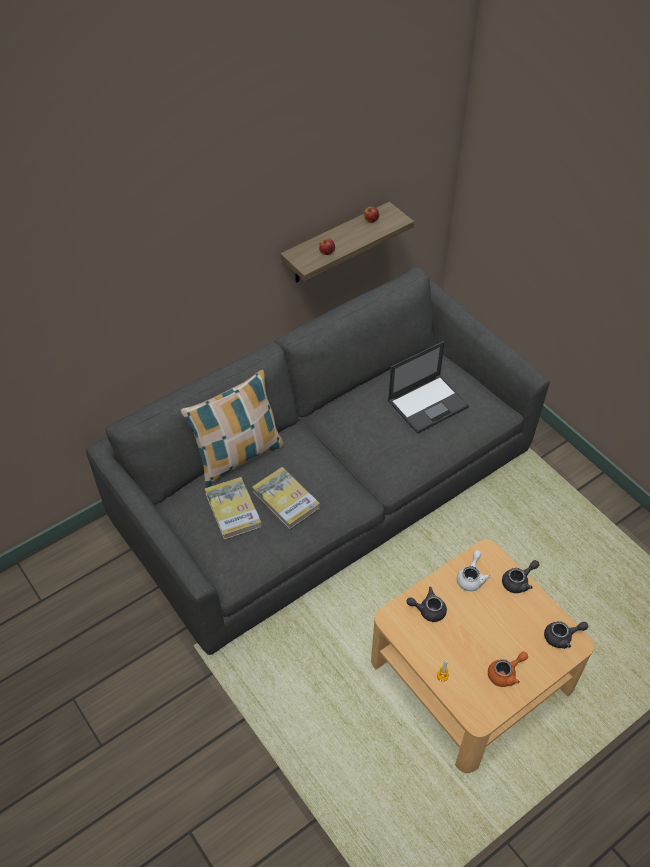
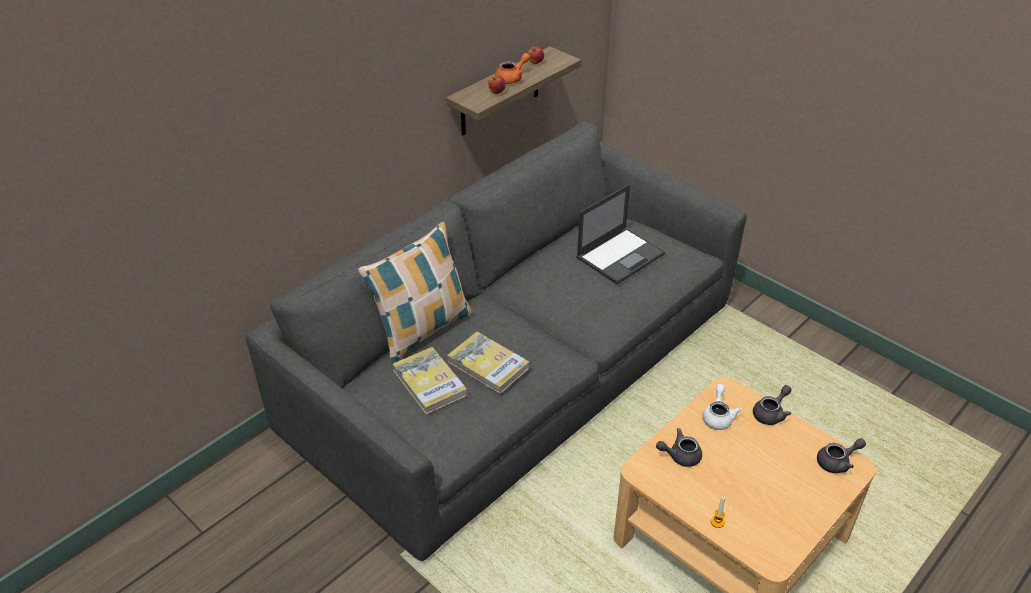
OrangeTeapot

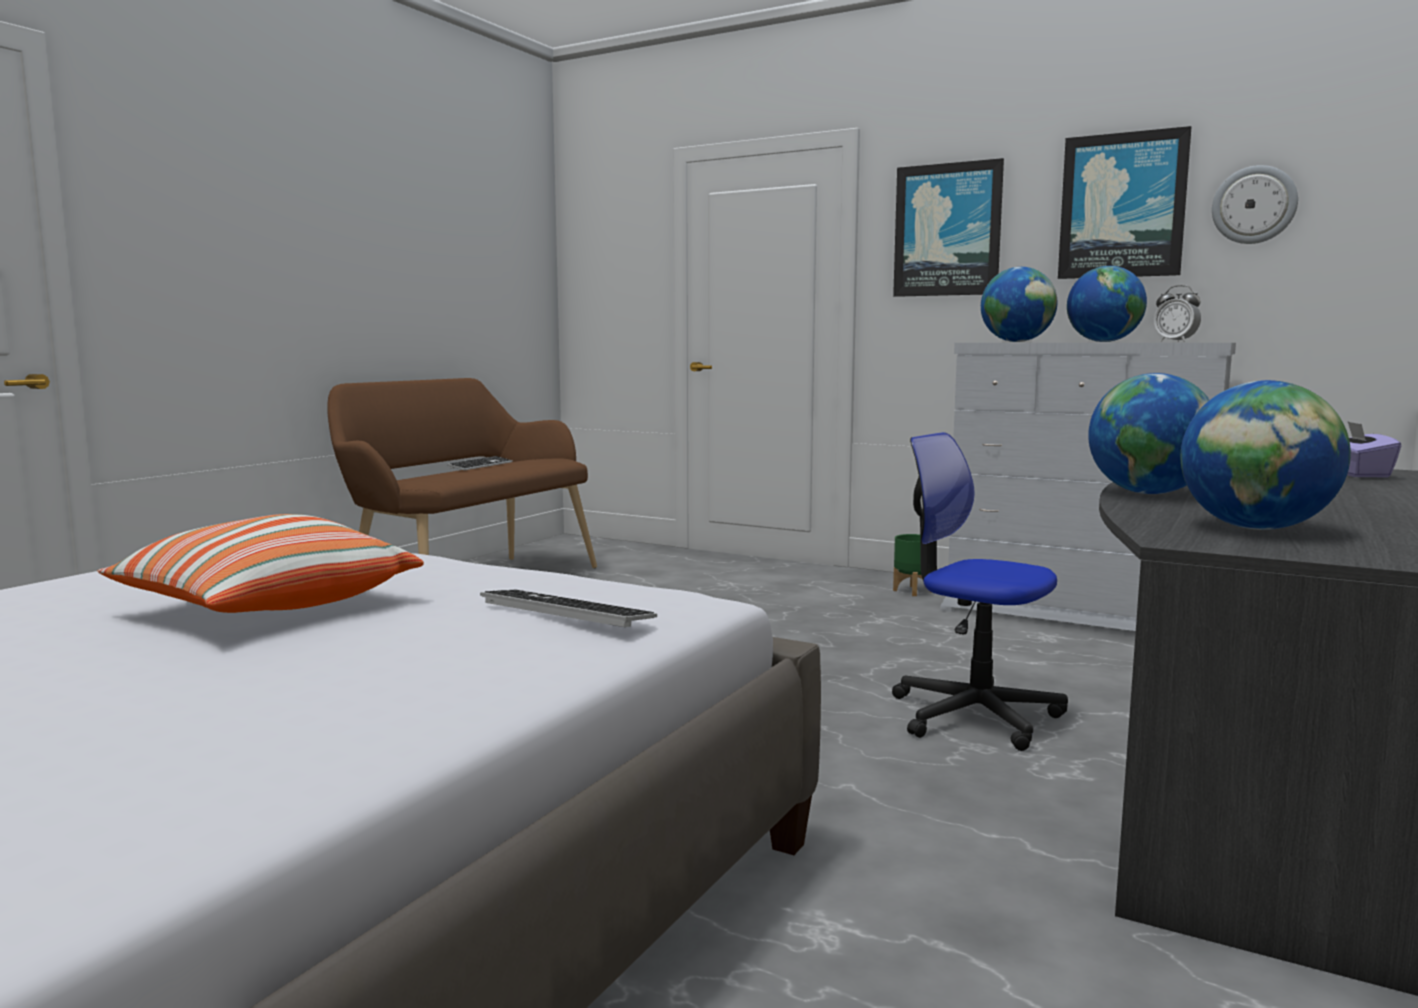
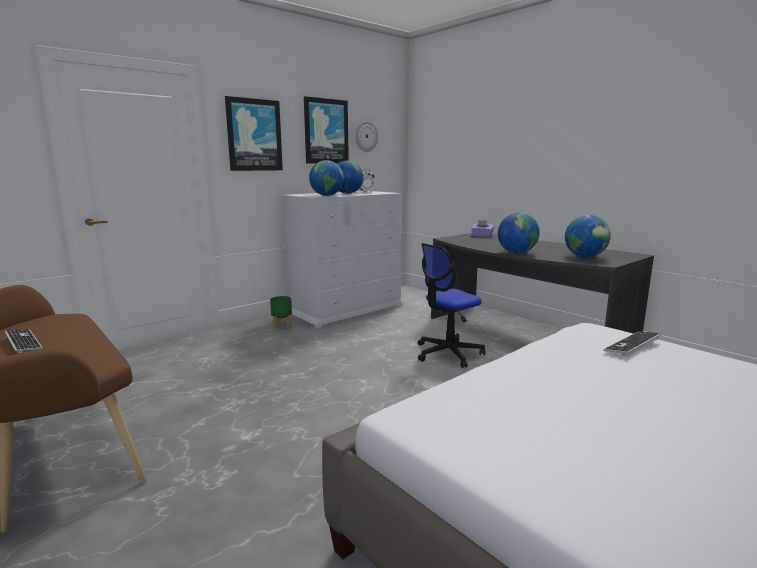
ThrowPillow

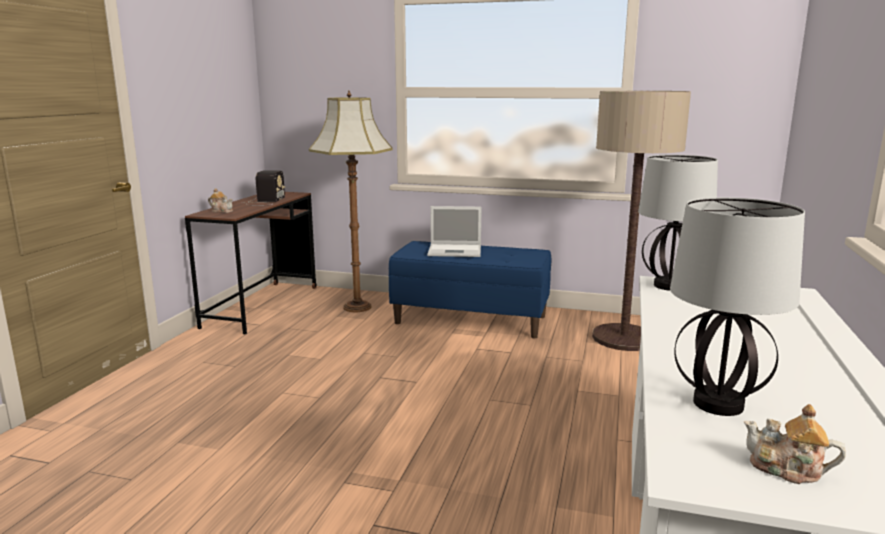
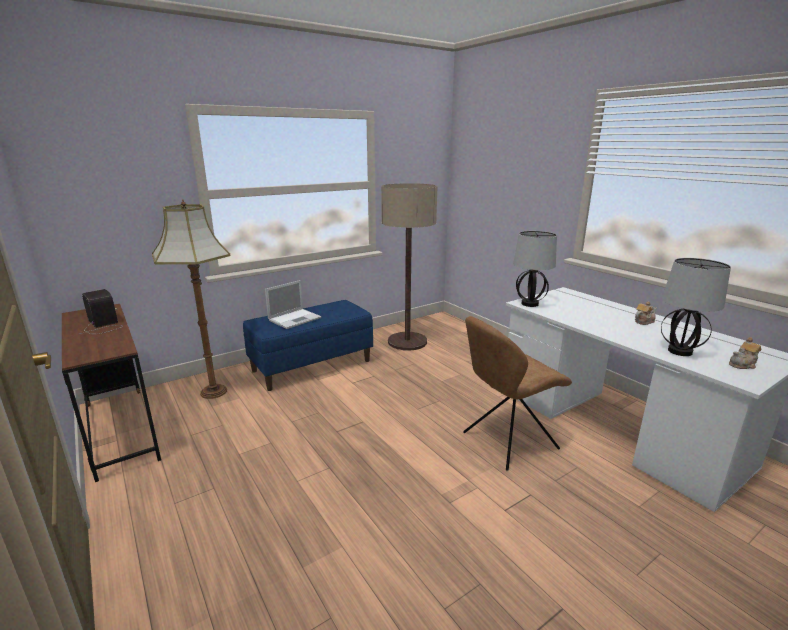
BrownishChair
Teapot (no. 1 from left)

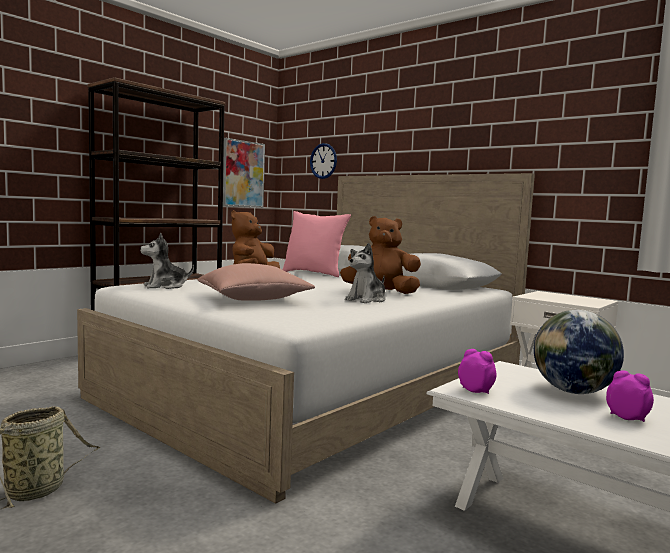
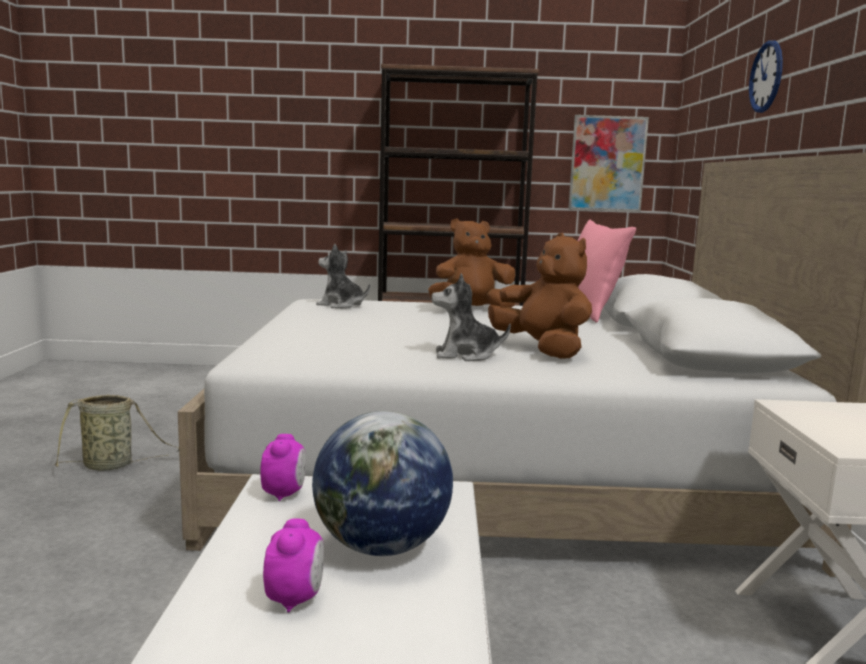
ClockOnTheWall
PinkThrowPillow (no. 1 from left in the first image)

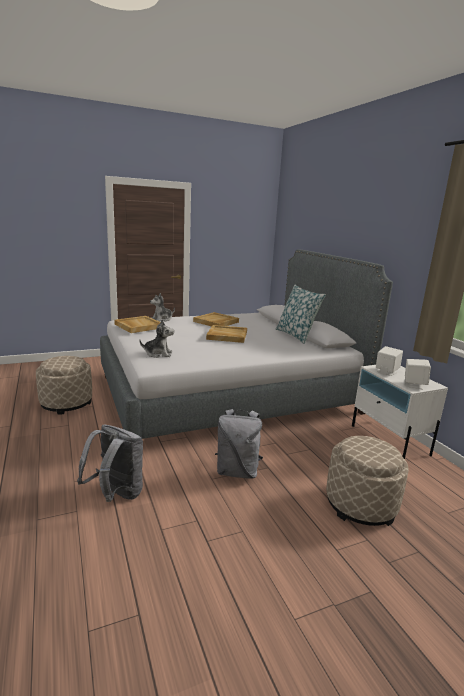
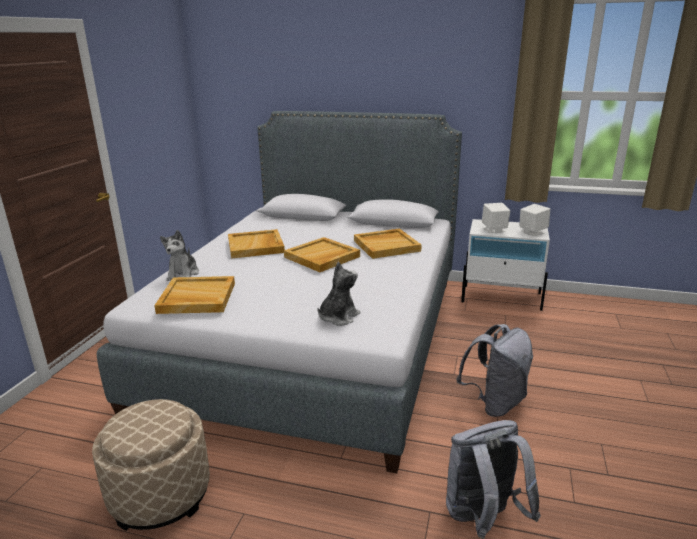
BeigeColouredCarryingTray (no. 4 from left)
ThrowPillow
BeigeColouredOttoman (no. 2 from left in the first image)

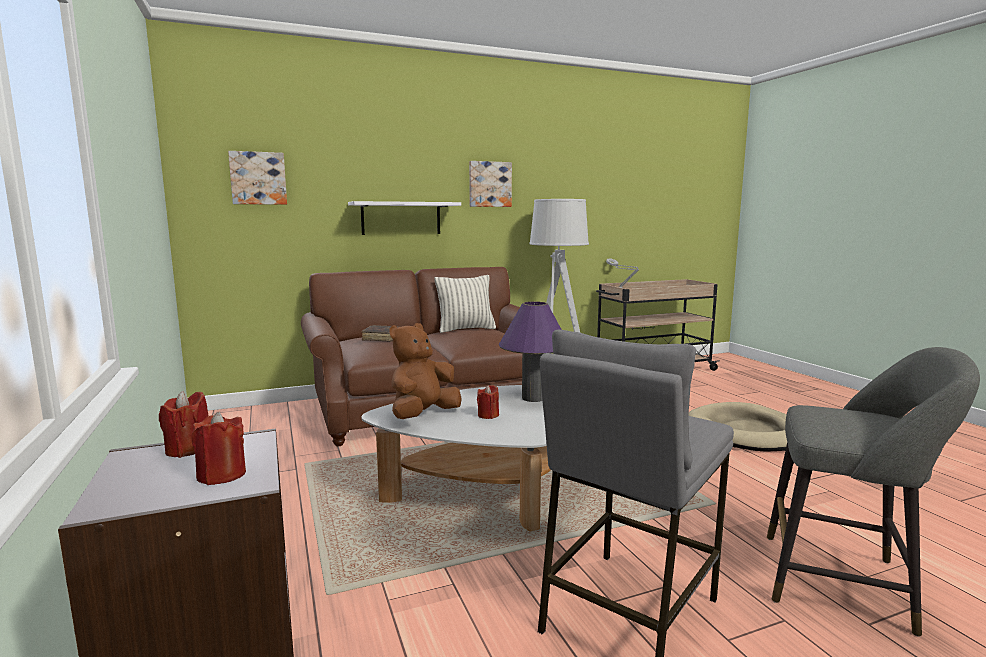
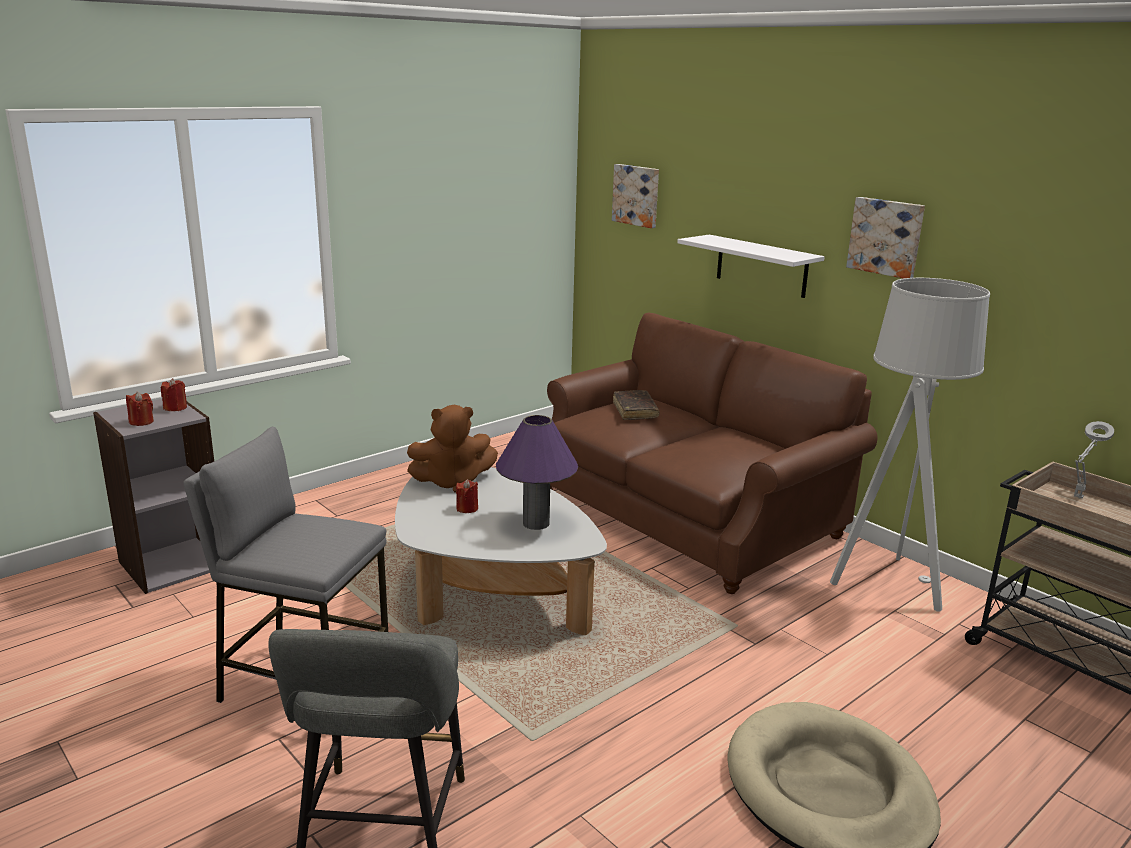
BrownishCuddlyToy
ThrowPillow

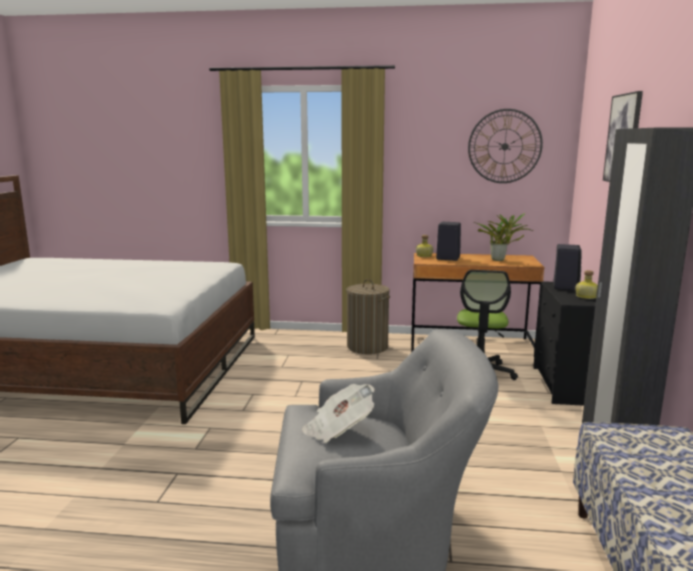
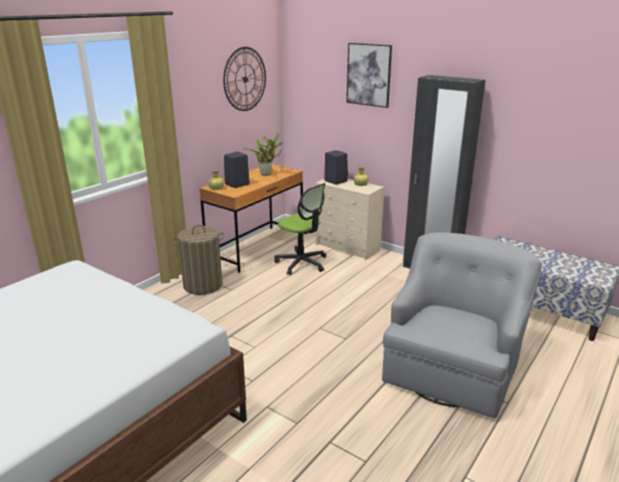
BeigeColouredDrawerChest
Newspaper

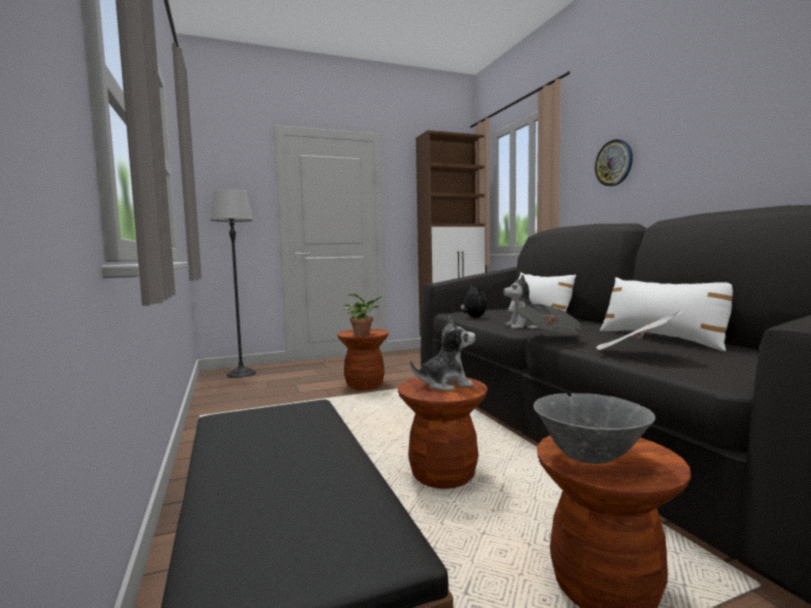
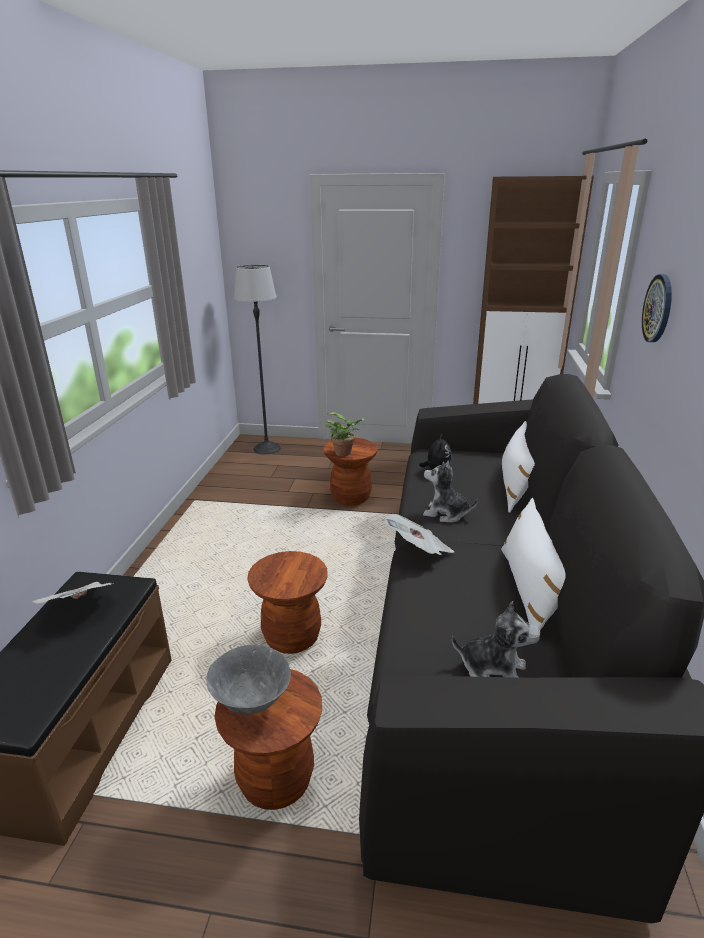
Newspaper (no. 1 from left)
CuddlyToy (no. 3 from left)

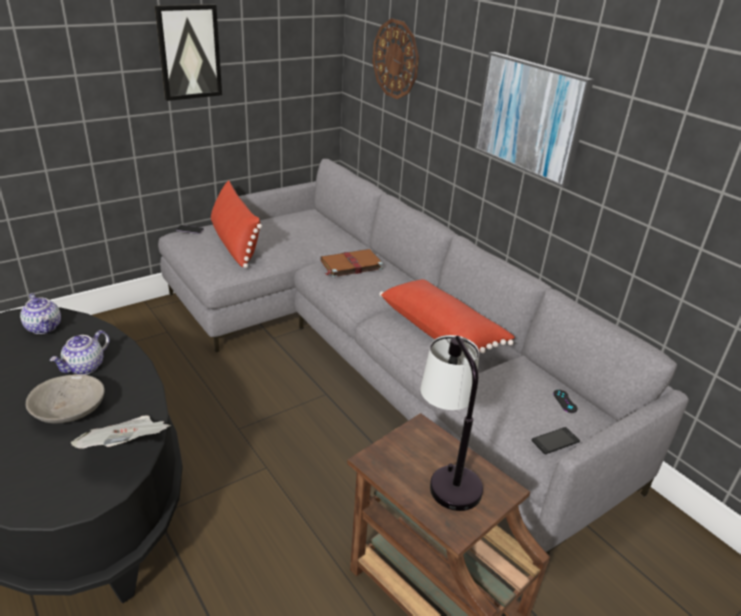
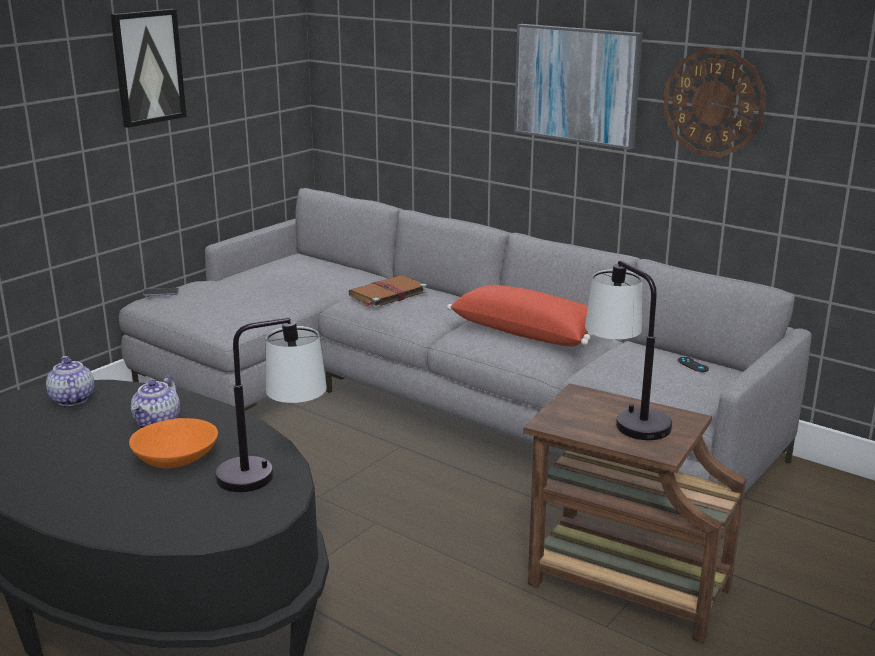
Teapot (no. 1 from left)
OrangeServingBowl
TableLamp (no. 1 from left)
ClockOnTheWall
RedColouredThrowPillow (no. 1 from left in the first image)
Phone (no. 2 from left in the first image)

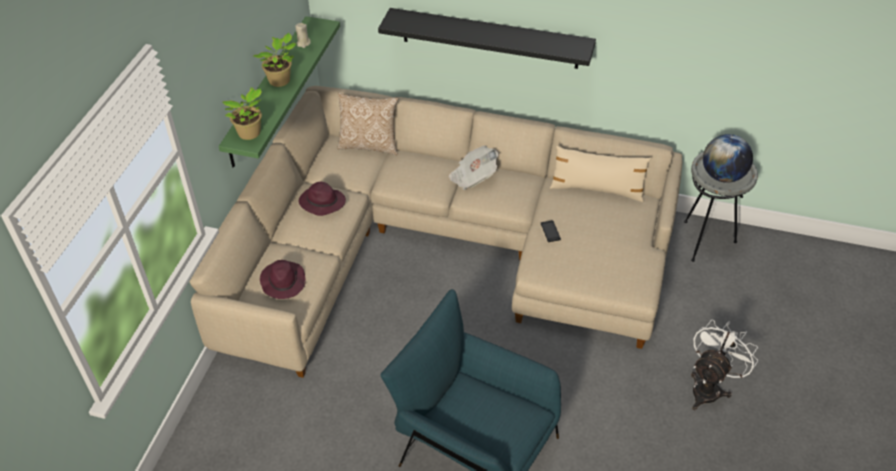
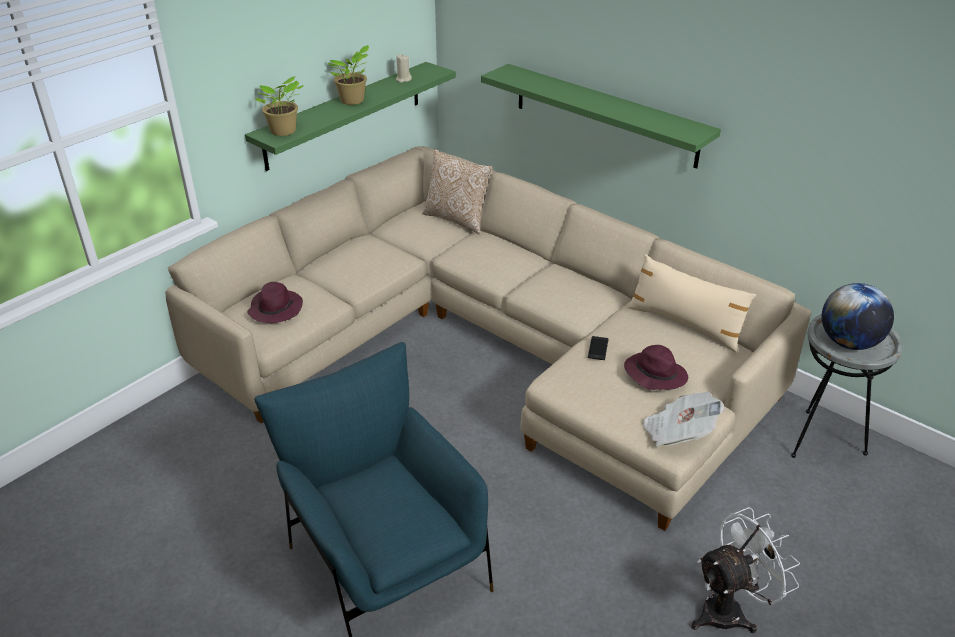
GreenishBracketShelf (no. 2 from left)
PurplishHat (no. 2 from left)
Newspaper

